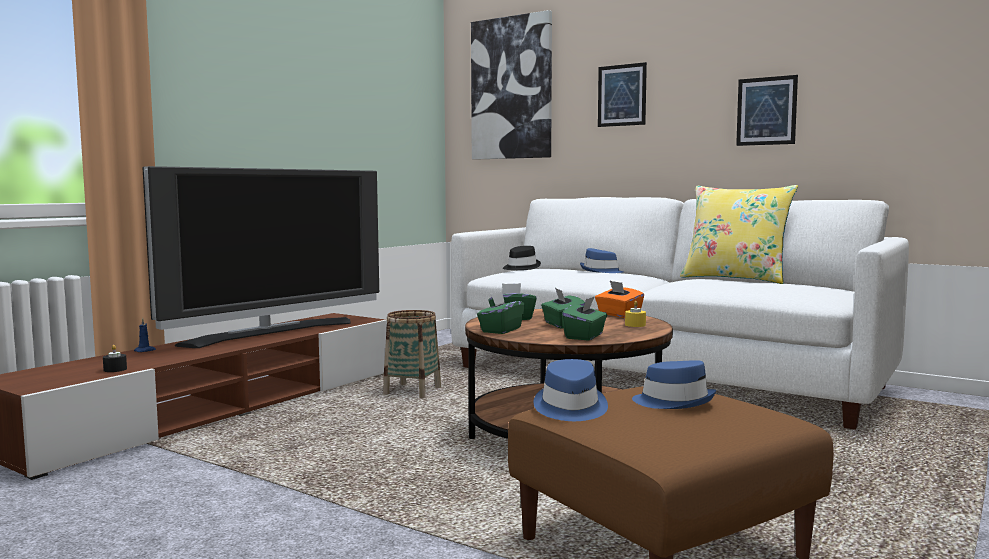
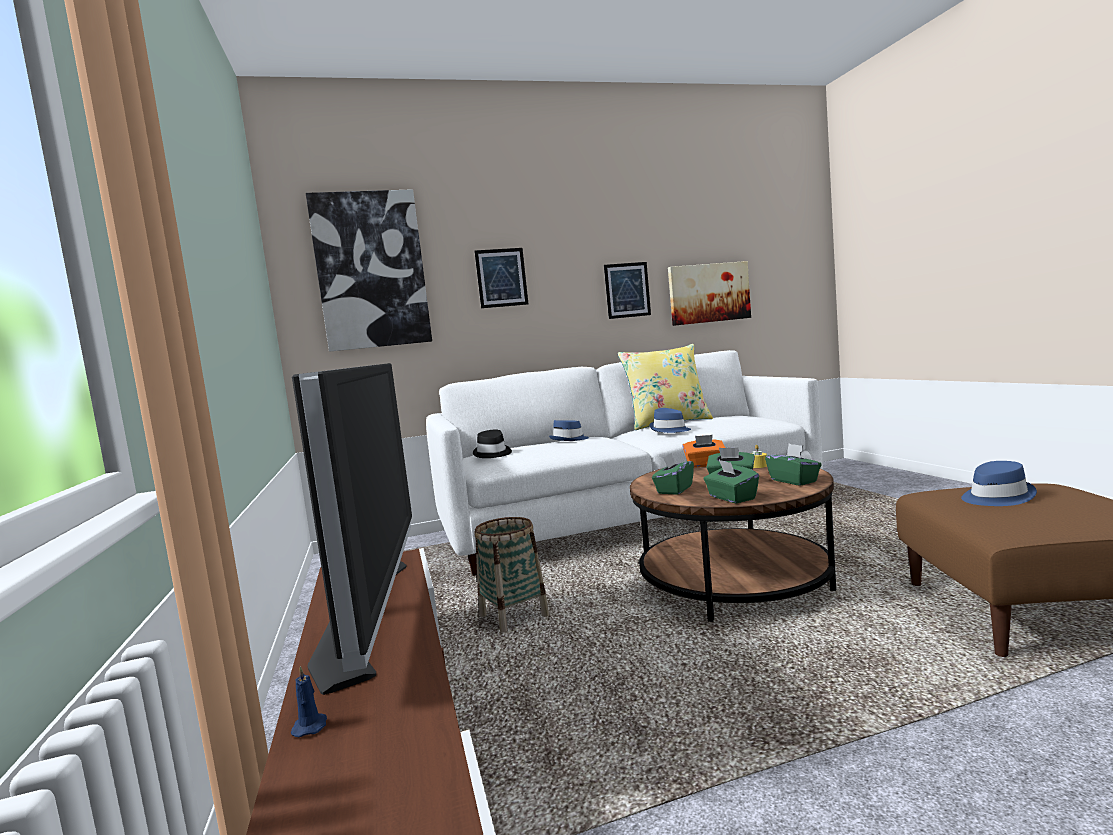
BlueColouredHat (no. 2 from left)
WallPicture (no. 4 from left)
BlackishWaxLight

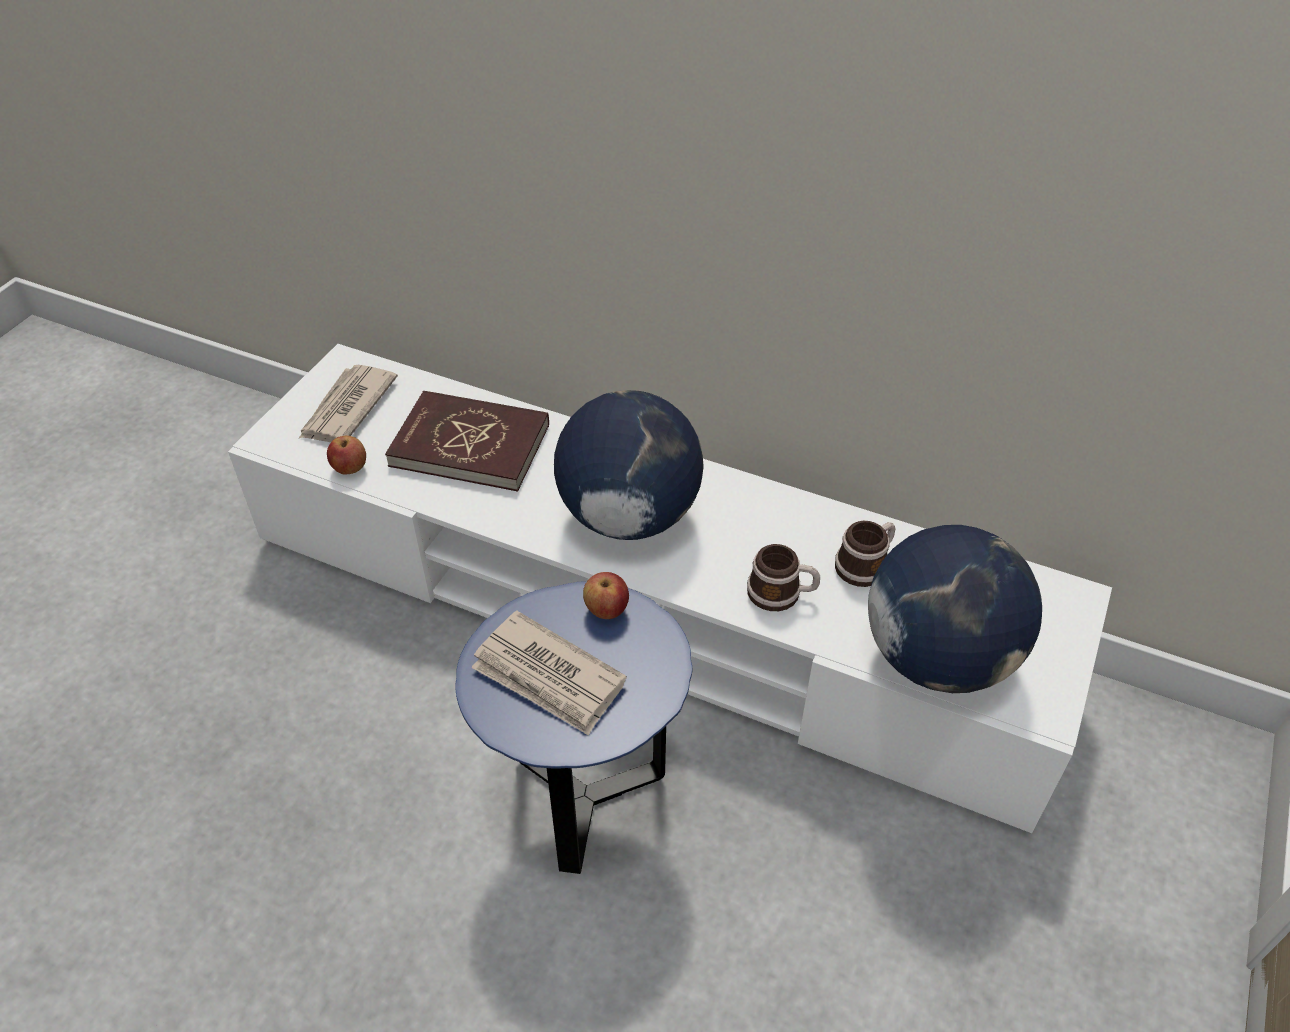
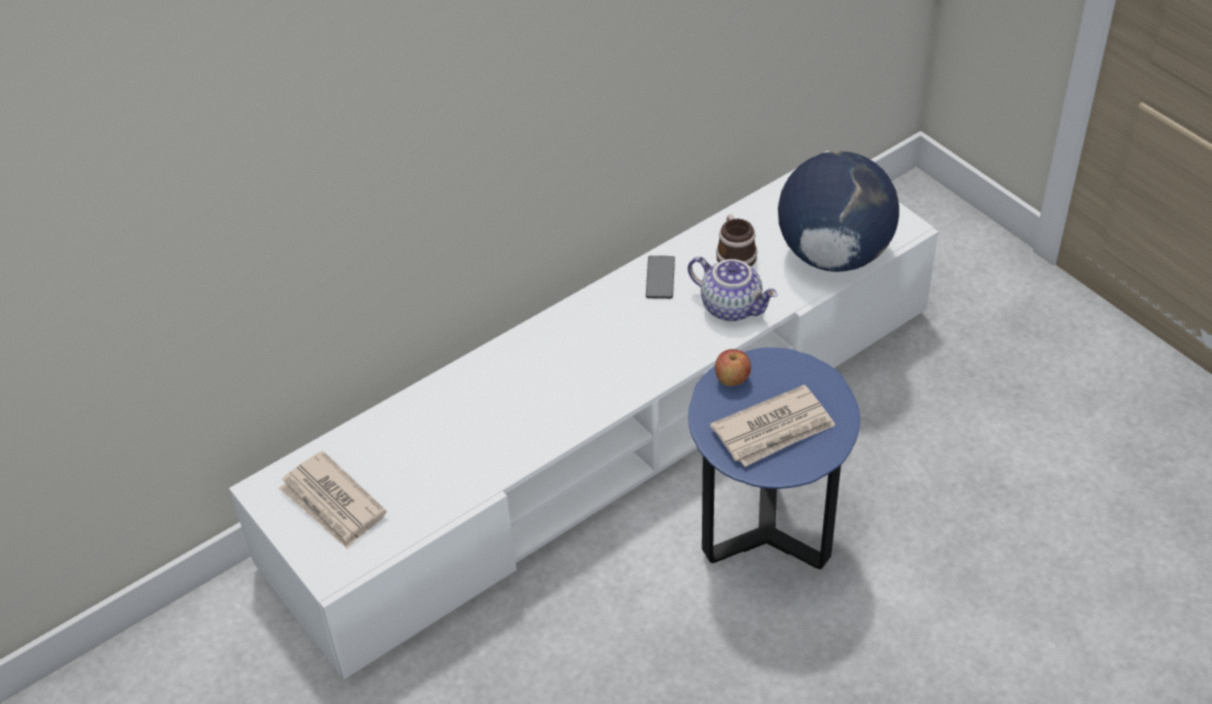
Phone
Teapot
WholeApple (no. 1 from left in the first image)
RedColouredVolume
DeskGlobe (no. 1 from left in the first image)

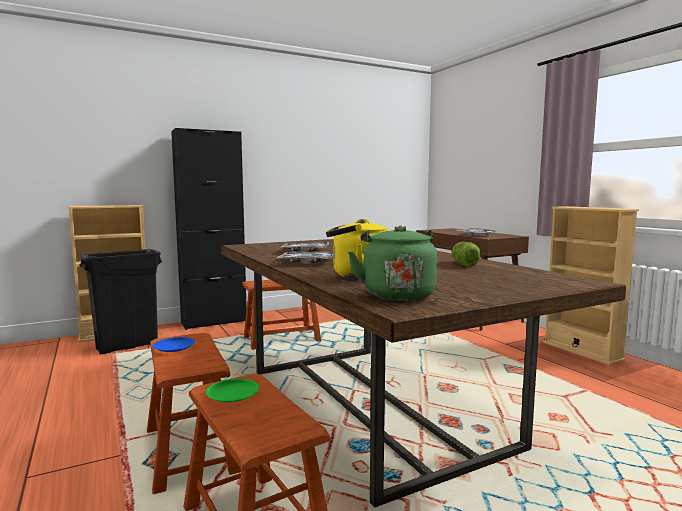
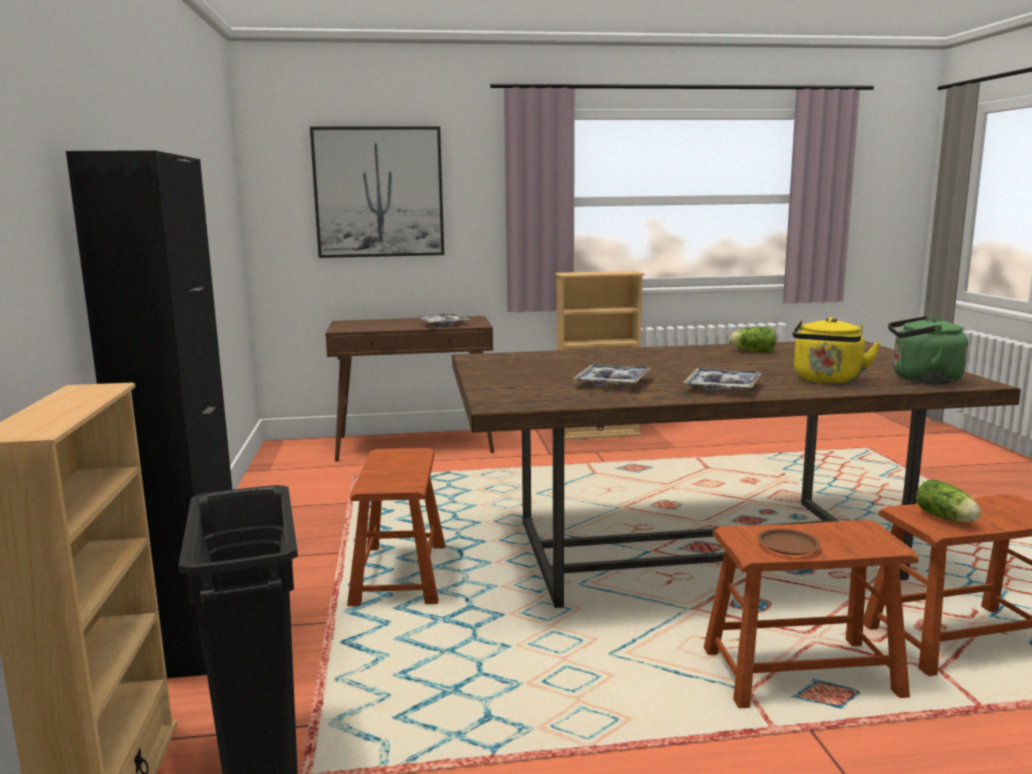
WallPicture
BrownishFlatDish
HeadOfLettuce (no. 2 from left)

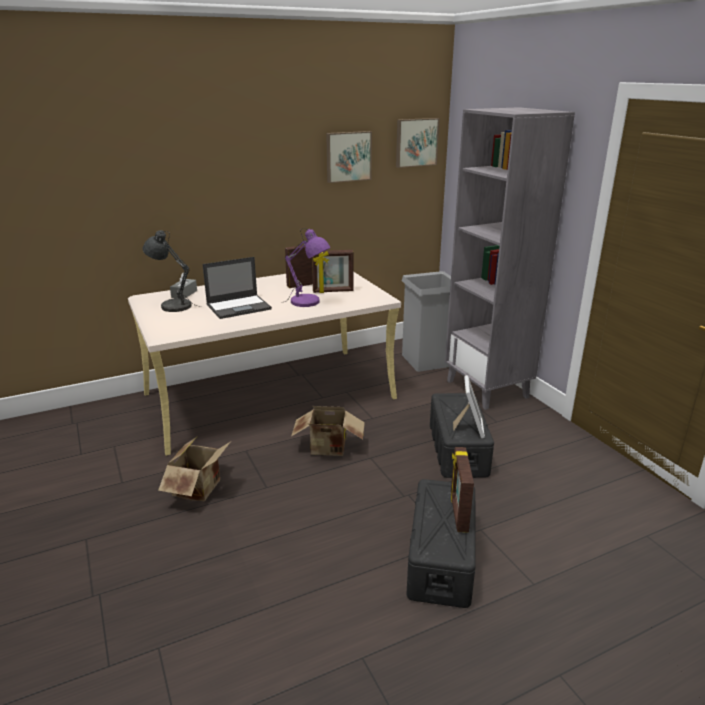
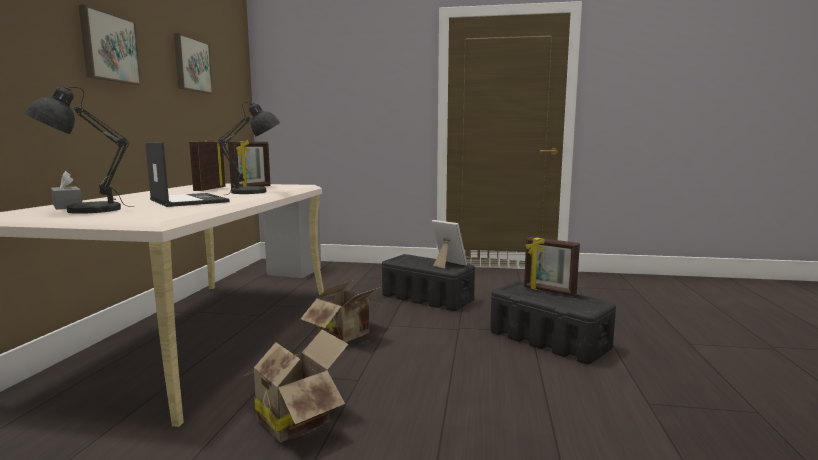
WallPicture (no. 1 from left)
NotebookComputer
GrayTableLamp (no. 2 from left)
GrayBookshelf

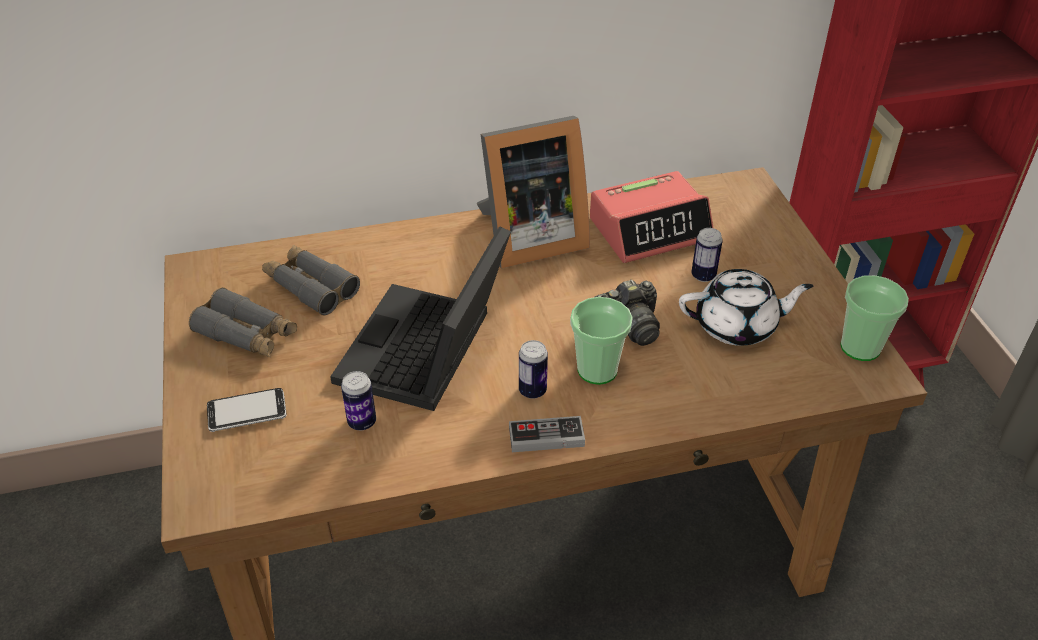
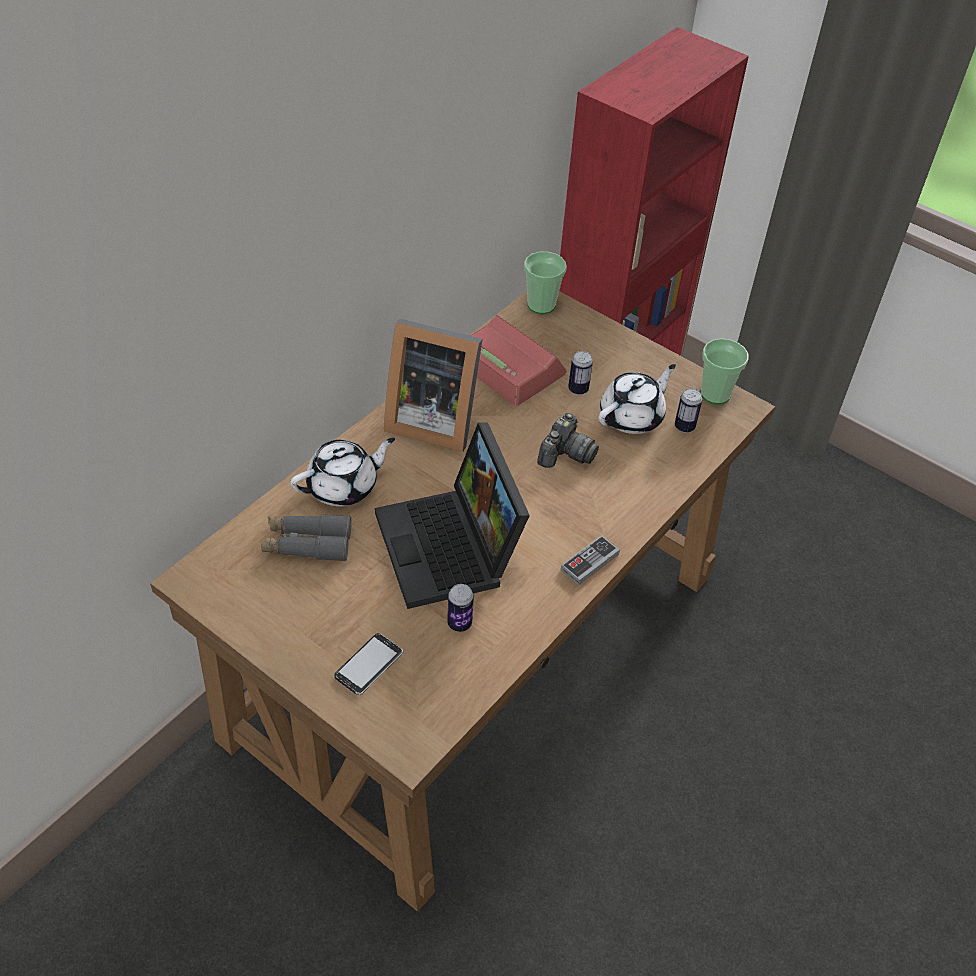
WhitishTeapot (no. 1 from left)
StandingFrame
TableClock
DrinkingCup (no. 1 from left)
MetalCan (no. 3 from left)
GrayFieldGlasses (no. 1 from left in the first image)

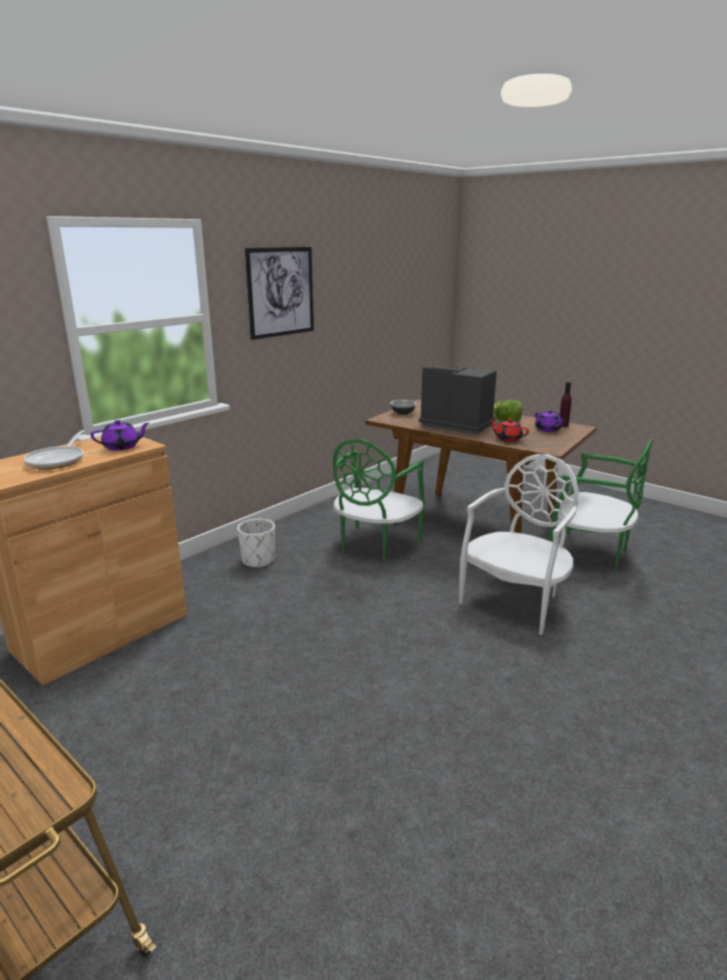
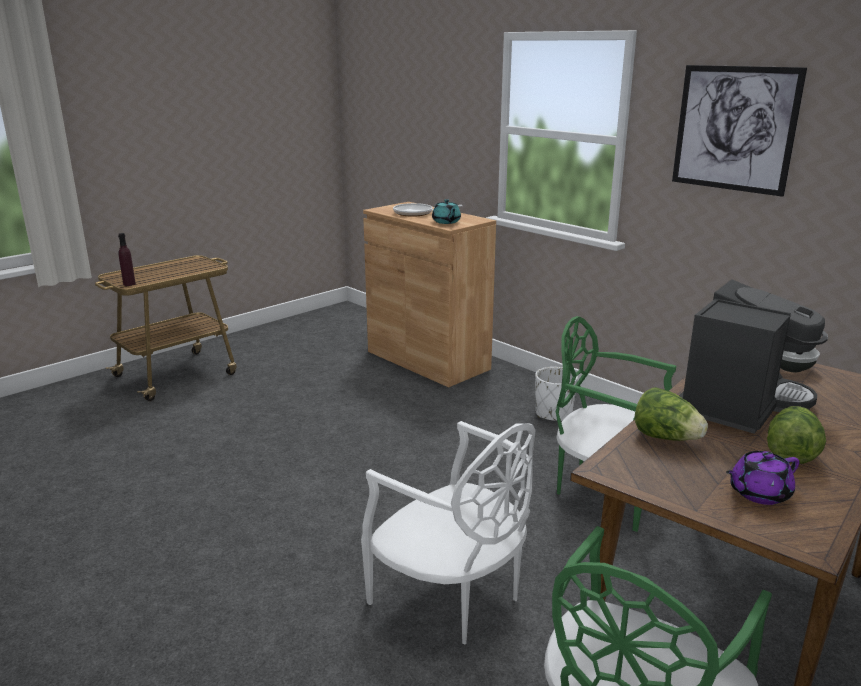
PurplishDrinkBottle
TurquoiseTeapot
HeadOfLettuce (no. 1 from left)

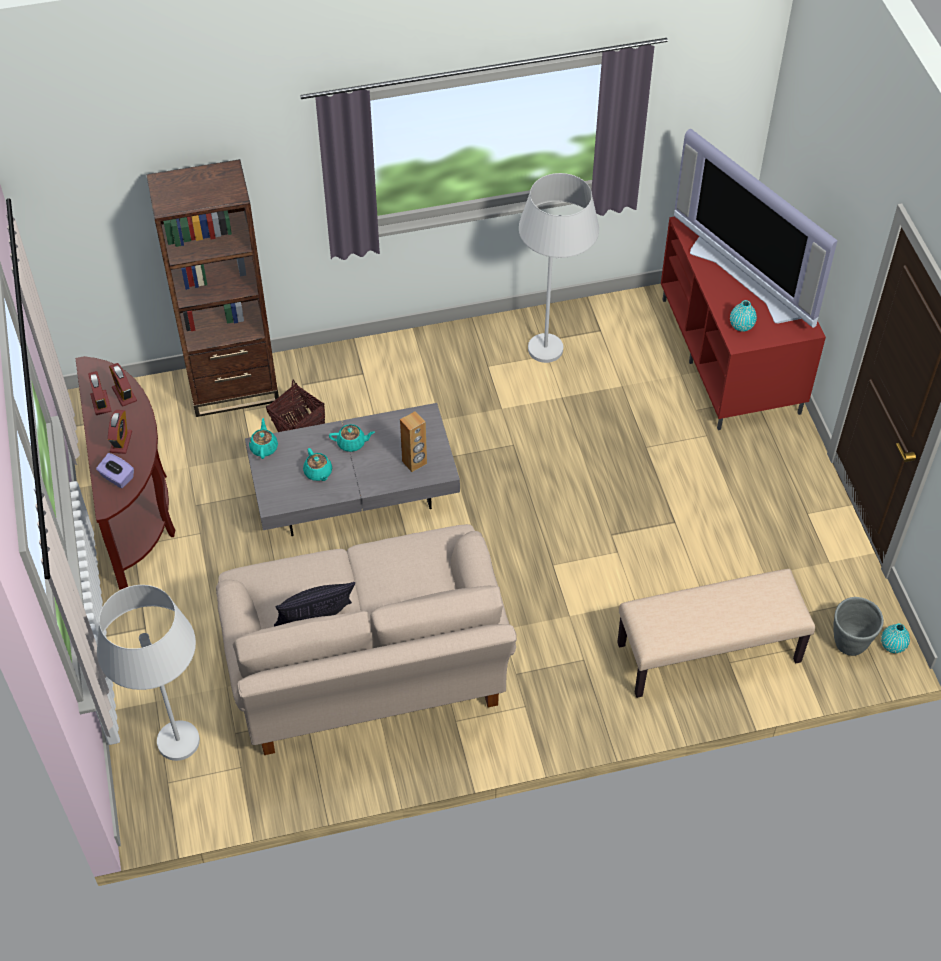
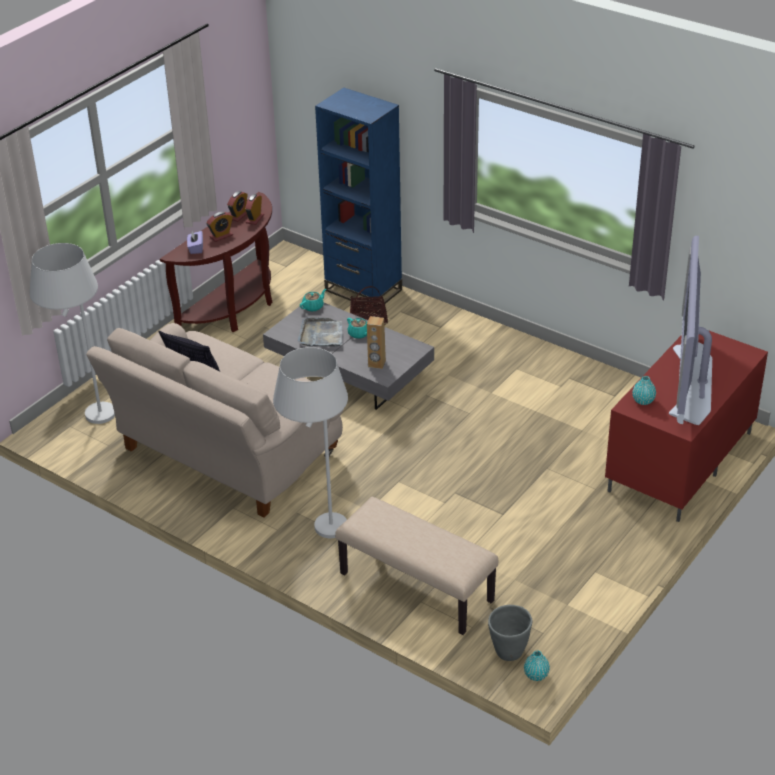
WhitishStandingLamp (no. 2 from left)
GrayCarryingTray
BlueColouredBookshelf

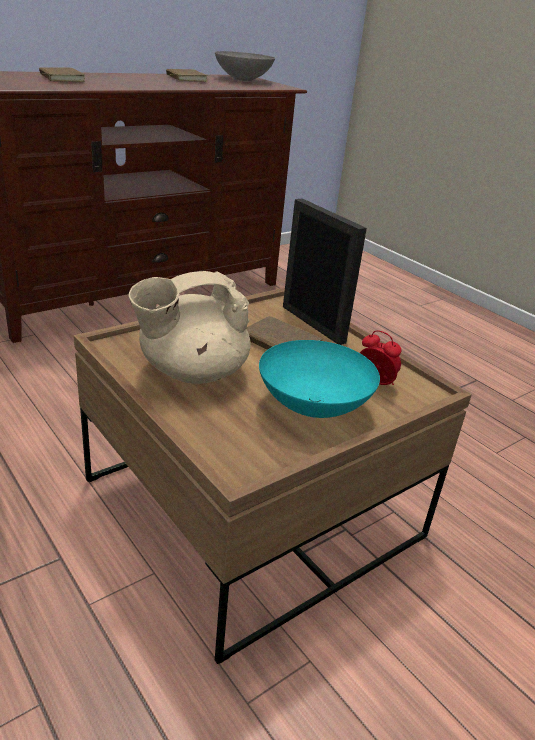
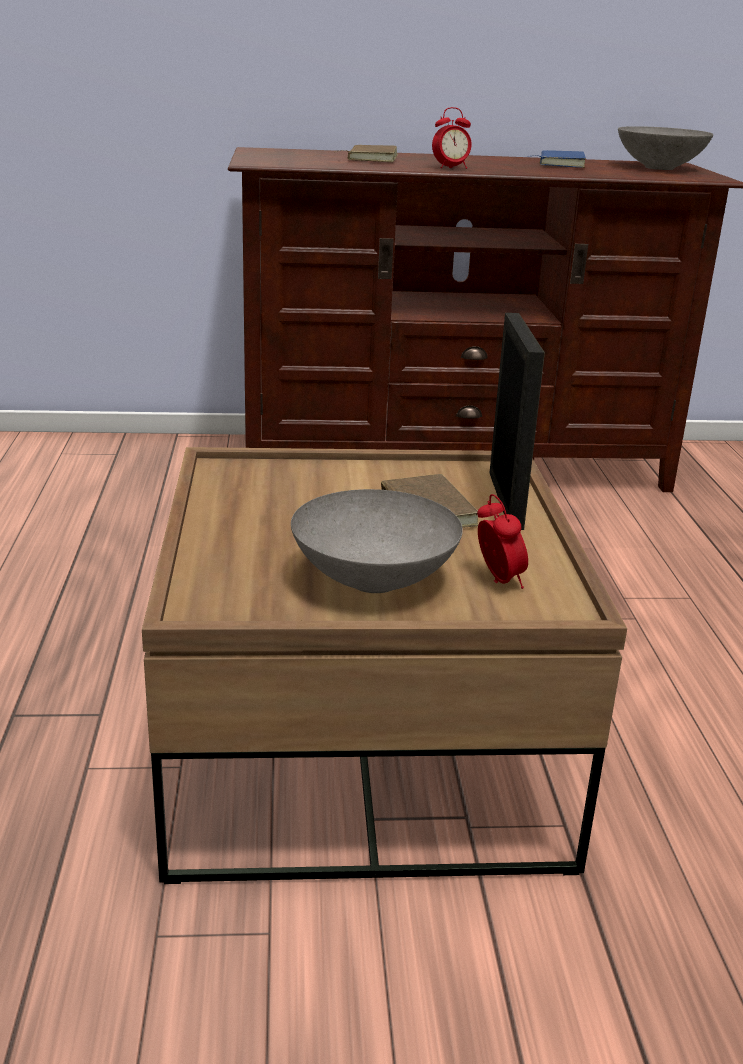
GrayServingBowl (no. 1 from left)
TableClock (no. 1 from left)
BlueColouredVolume
BeigeColouredTeapot

